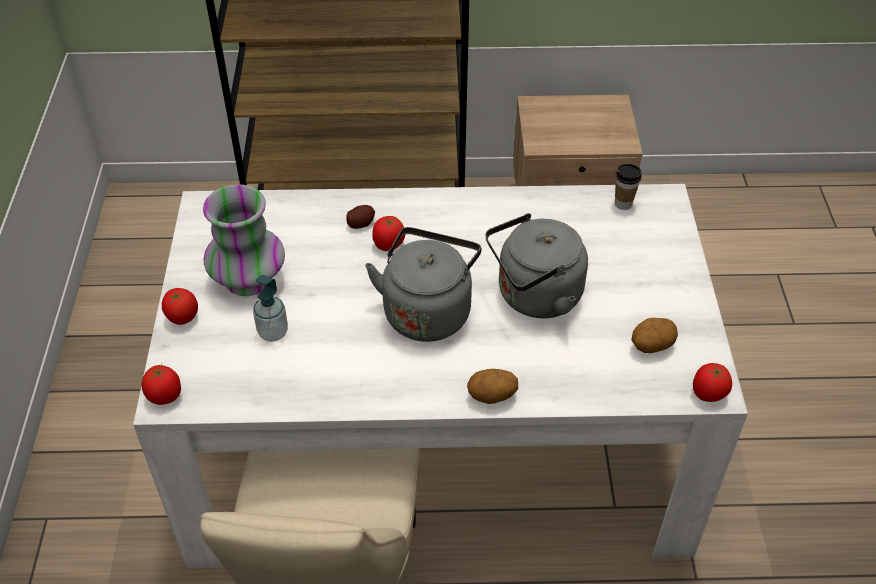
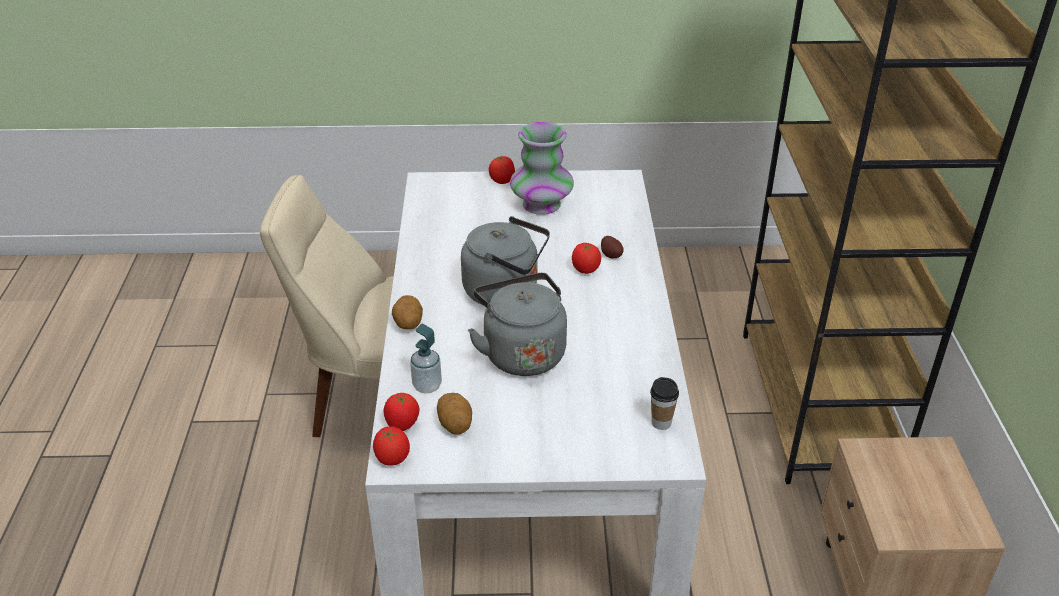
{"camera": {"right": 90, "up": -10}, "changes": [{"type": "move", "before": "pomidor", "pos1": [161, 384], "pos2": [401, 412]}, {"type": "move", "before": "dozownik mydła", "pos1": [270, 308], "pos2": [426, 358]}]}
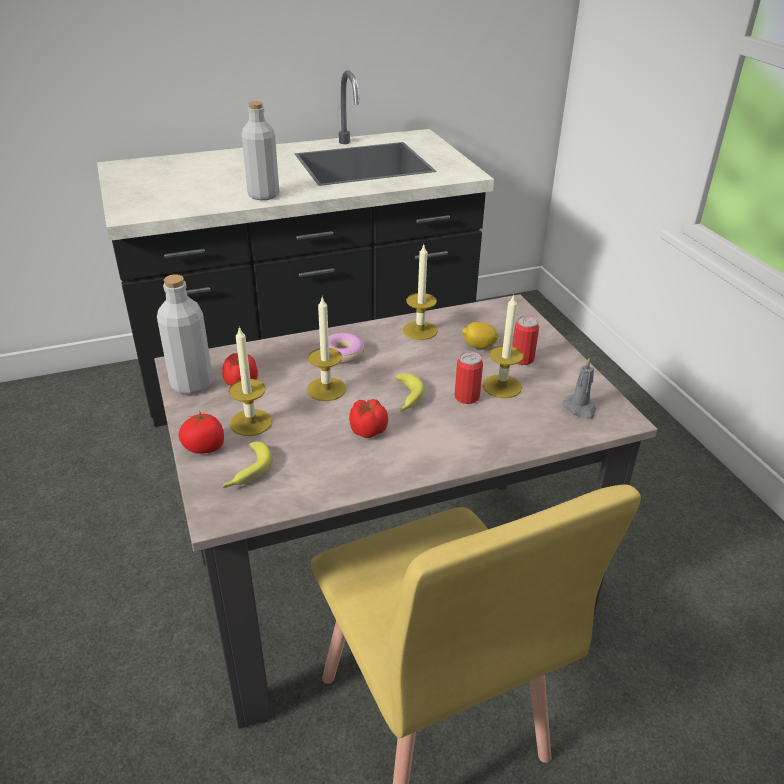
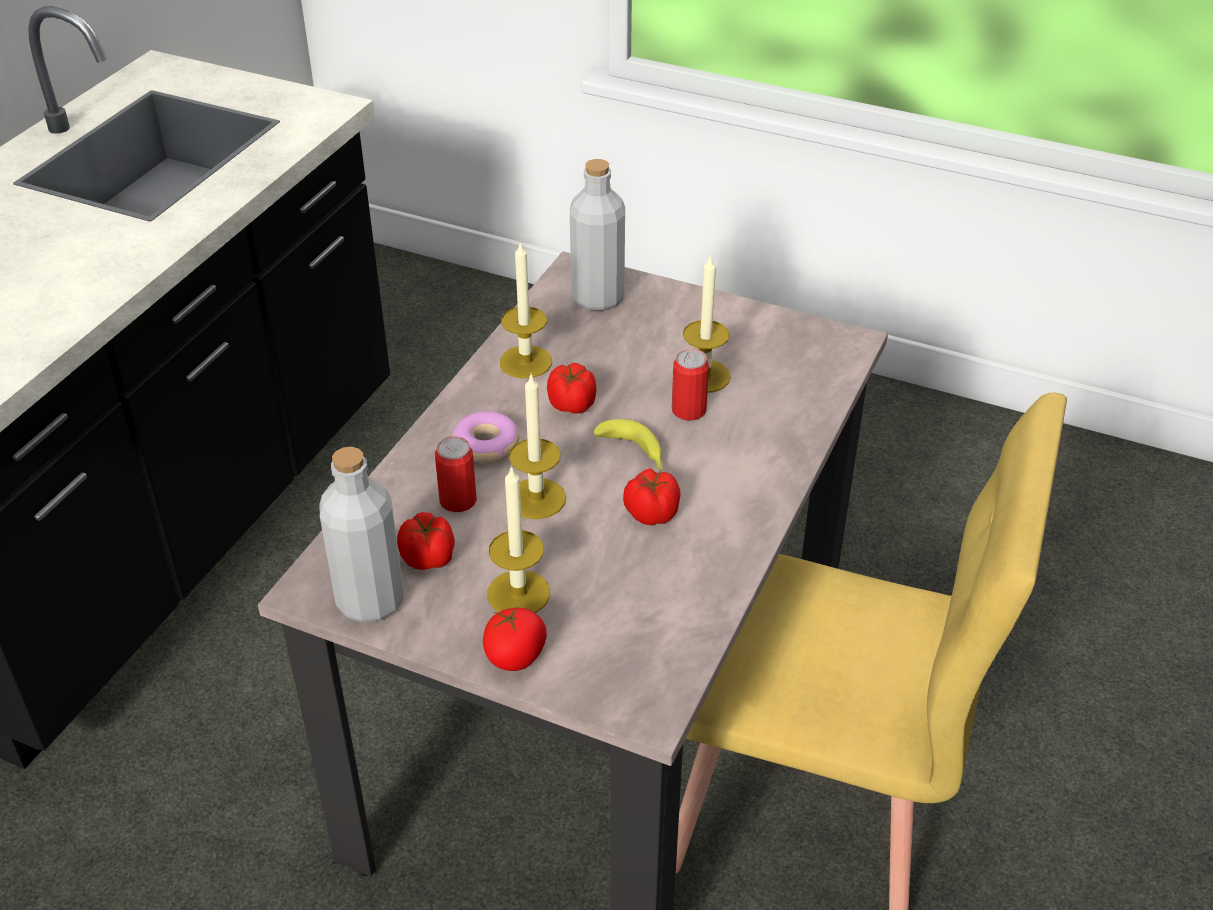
{"camera": {"right": -45, "up": 5}, "changes": [{"type": "delete", "before": "banan", "pos1": [247, 464]}, {"type": "delete", "before": "cytryna", "pos1": [480, 335]}, {"type": "delete", "before": "świeca (szary)", "pos1": [579, 389]}, {"type": "insert", "after": "pomidor", "pos2": [572, 388]}, {"type": "move", "before": "butelka (szary)", "pos1": [260, 150], "pos2": [597, 235]}, {"type": "move", "before": "puszka", "pos1": [525, 340], "pos2": [456, 474]}]}
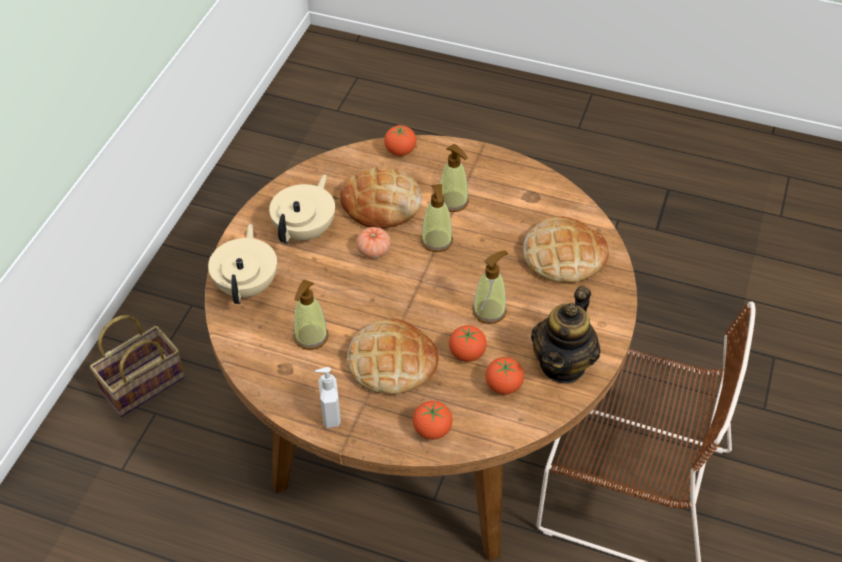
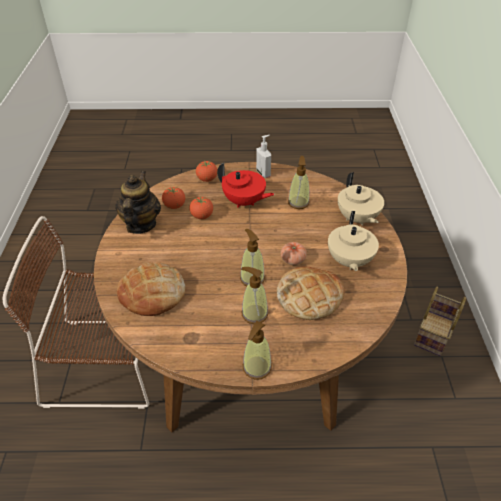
{"camera": {"right": 160, "up": -5}, "changes": [{"type": "delete", "before": "pomidor", "pos1": [400, 140]}, {"type": "move", "before": "dozownik mydła", "pos1": [490, 287], "pos2": [257, 350]}, {"type": "replace", "before": "chleb", "after": "imbryk (czerwony)", "pos1": [392, 356], "pos2": [245, 185]}]}
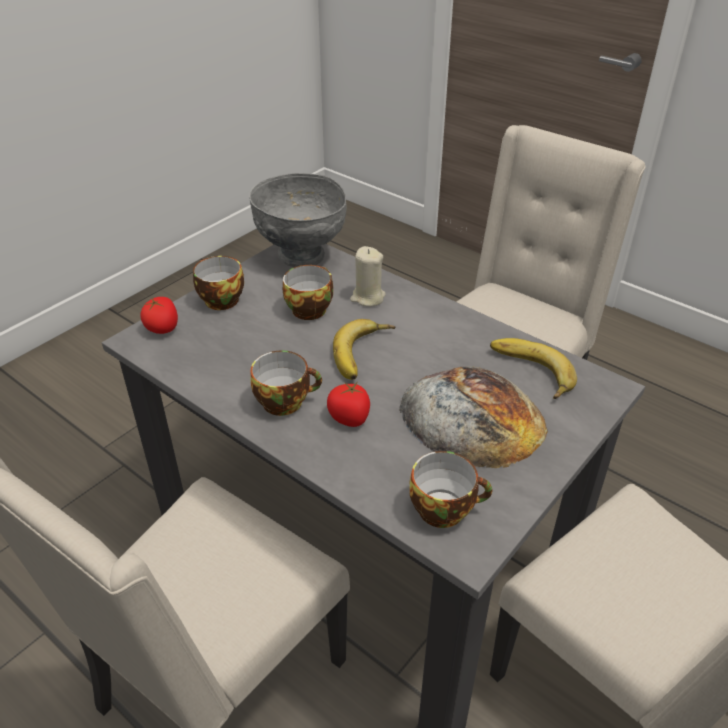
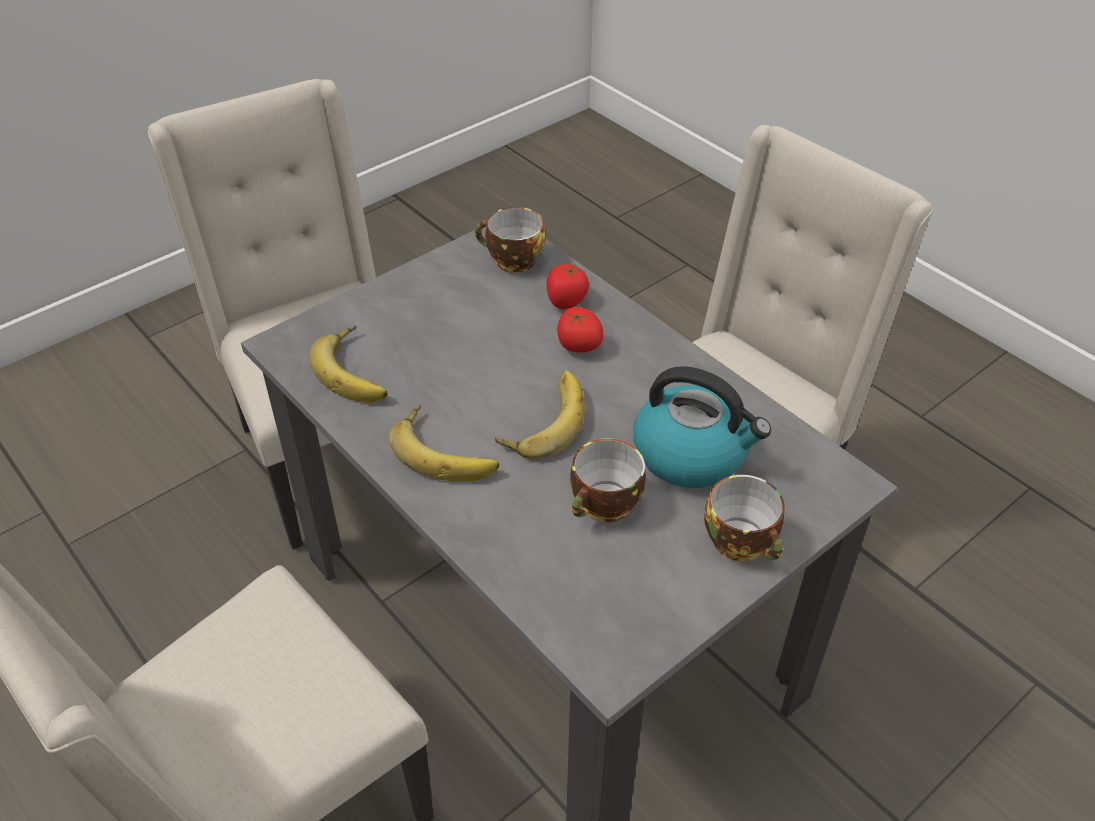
{"camera": {"right": -170, "up": 5}, "changes": [{"type": "delete", "before": "miska (szary)", "pos1": [298, 220]}, {"type": "delete", "before": "filiżanka", "pos1": [286, 383]}, {"type": "delete", "before": "świeca (beżowy)", "pos1": [368, 276]}, {"type": "delete", "before": "chleb", "pos1": [473, 417]}, {"type": "insert", "after": "banan", "pos2": [444, 443]}, {"type": "insert", "after": "czajnik", "pos2": [702, 427]}, {"type": "move", "before": "pomidor", "pos1": [159, 315], "pos2": [568, 286]}]}
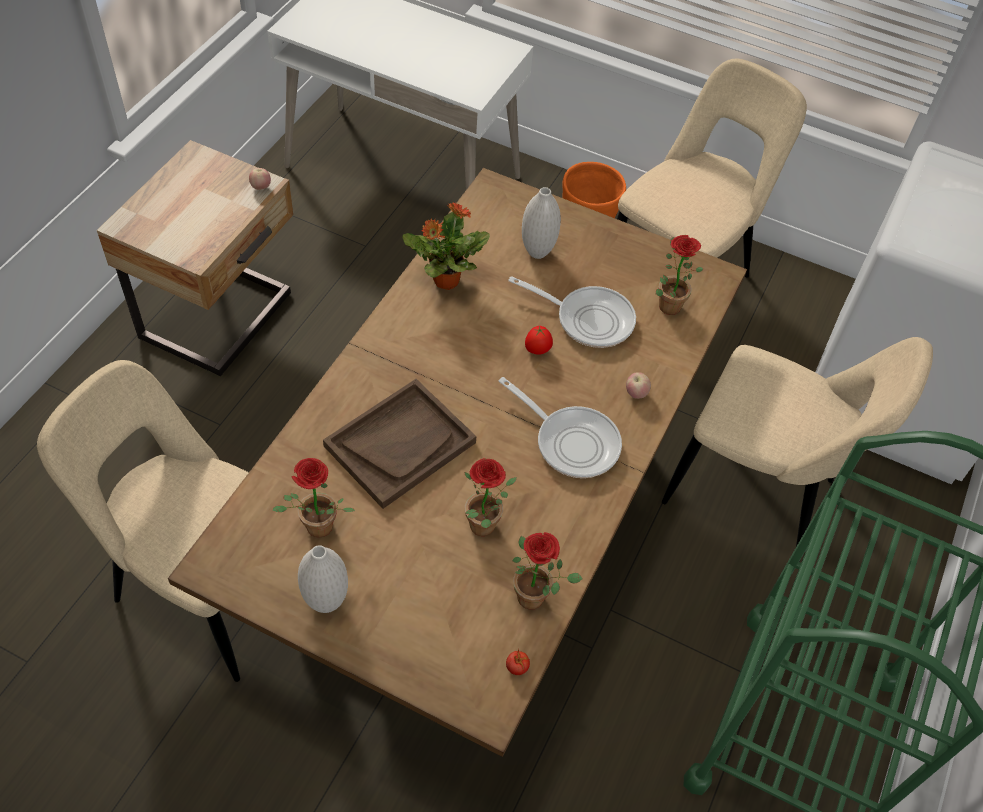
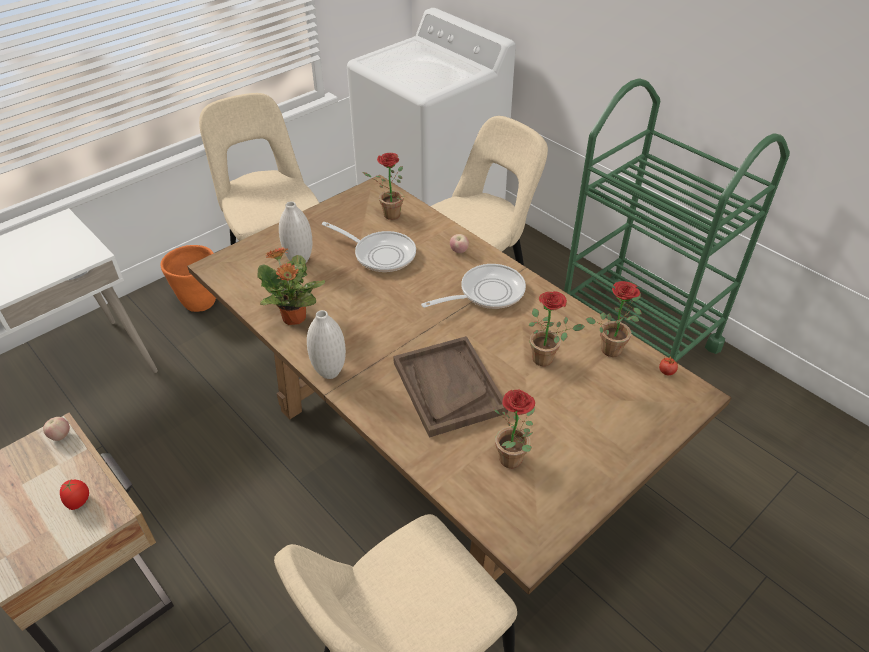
{"camera": {"right": -65, "up": -10}, "changes": [{"type": "move", "before": "wazon (biały)", "pos1": [323, 579], "pos2": [326, 344]}, {"type": "move", "before": "pomidor", "pos1": [539, 340], "pos2": [74, 495]}, {"type": "rotate", "before": "patelnia", "pos1": [572, 312], "pos2": [369, 247], "turn": 75}]}
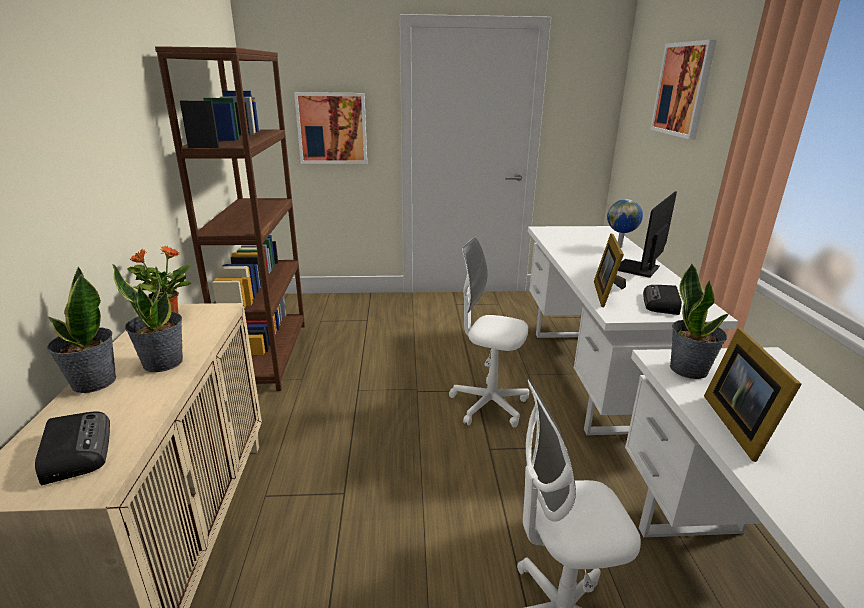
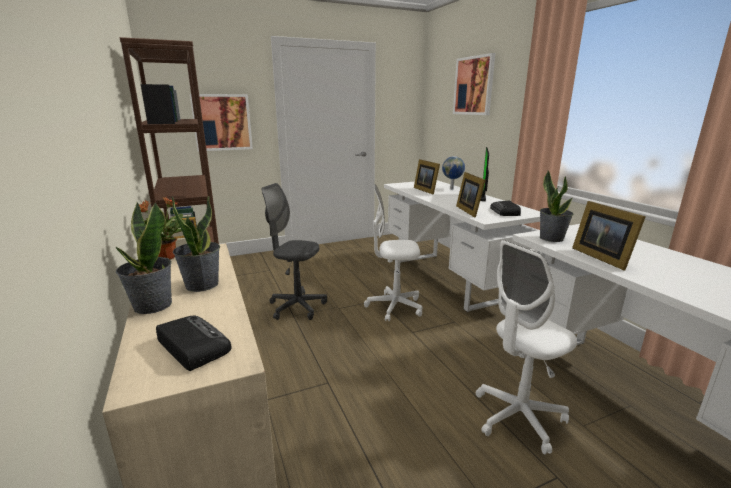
{"camera": {"right": -20, "up": -5}, "changes": [{"type": "insert", "after": "krzesło biurowe (szary)", "pos2": [294, 251]}, {"type": "insert", "after": "ramka na zdjęcie", "pos2": [427, 177]}]}
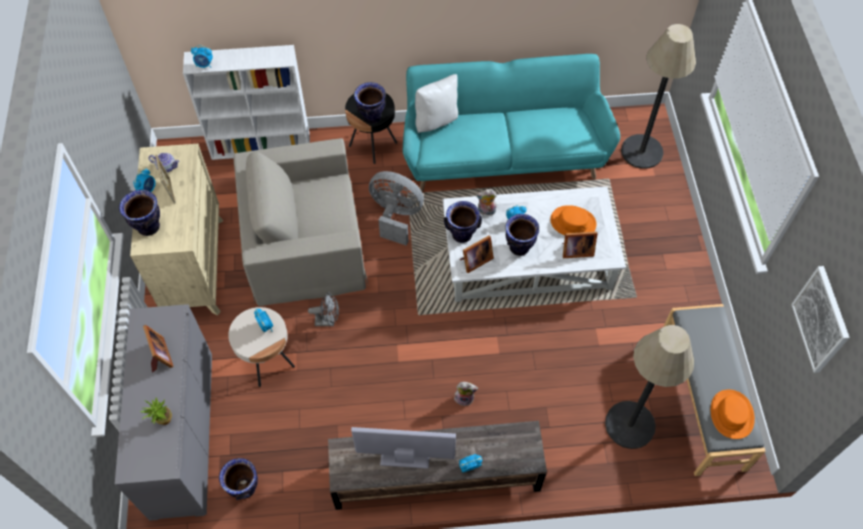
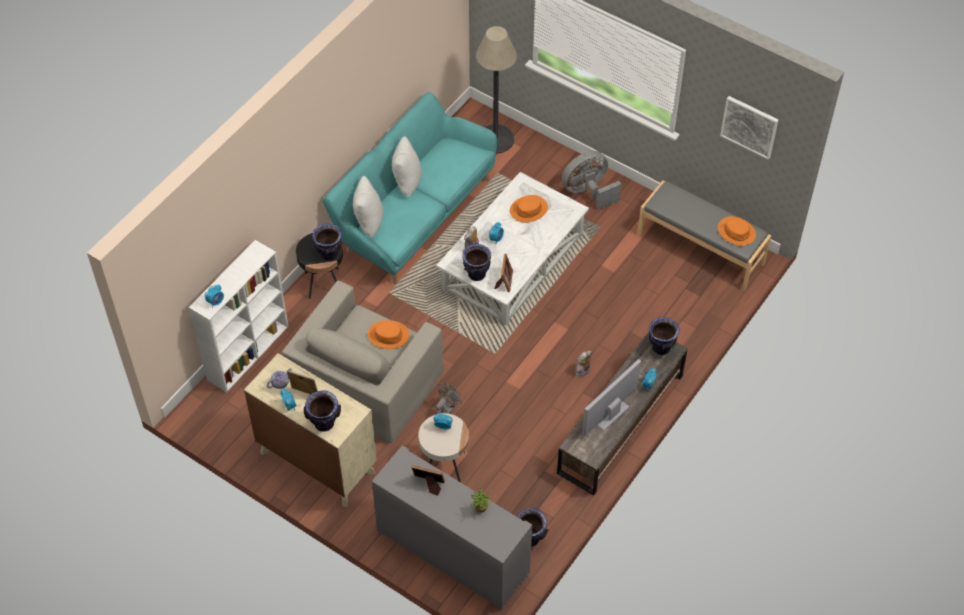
{"camera": {"right": -50, "up": -5}, "changes": [{"type": "delete", "before": "ramka na zdjęcie", "pos1": [579, 245]}, {"type": "delete", "before": "lampa stojąca", "pos1": [649, 387]}, {"type": "insert", "after": "kapelusz (pomarańczowy)", "pos2": [389, 334]}, {"type": "insert", "after": "poduszka (biały)", "pos2": [407, 166]}, {"type": "move", "before": "wentylator (szary)", "pos1": [396, 208], "pos2": [592, 180]}, {"type": "move", "before": "wazon", "pos1": [522, 235], "pos2": [664, 336]}]}
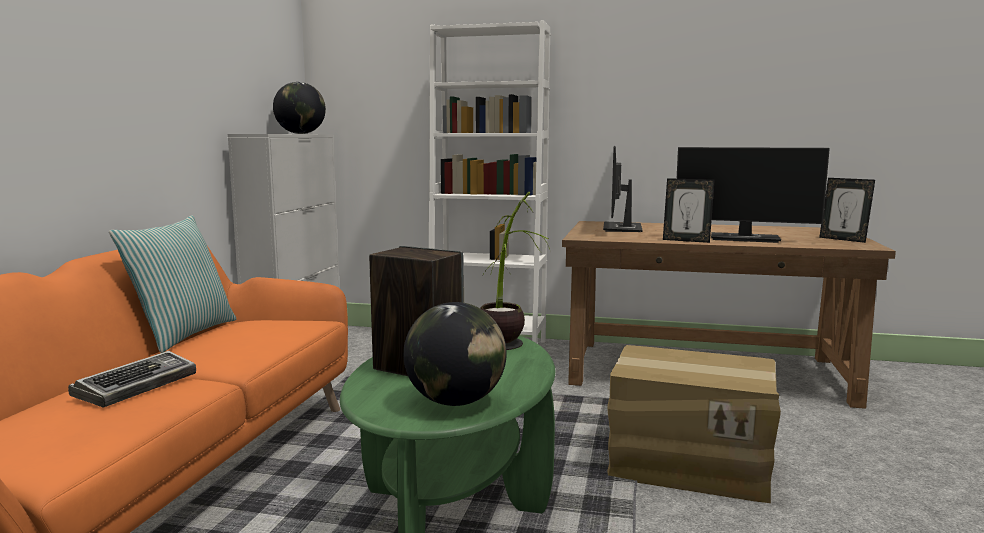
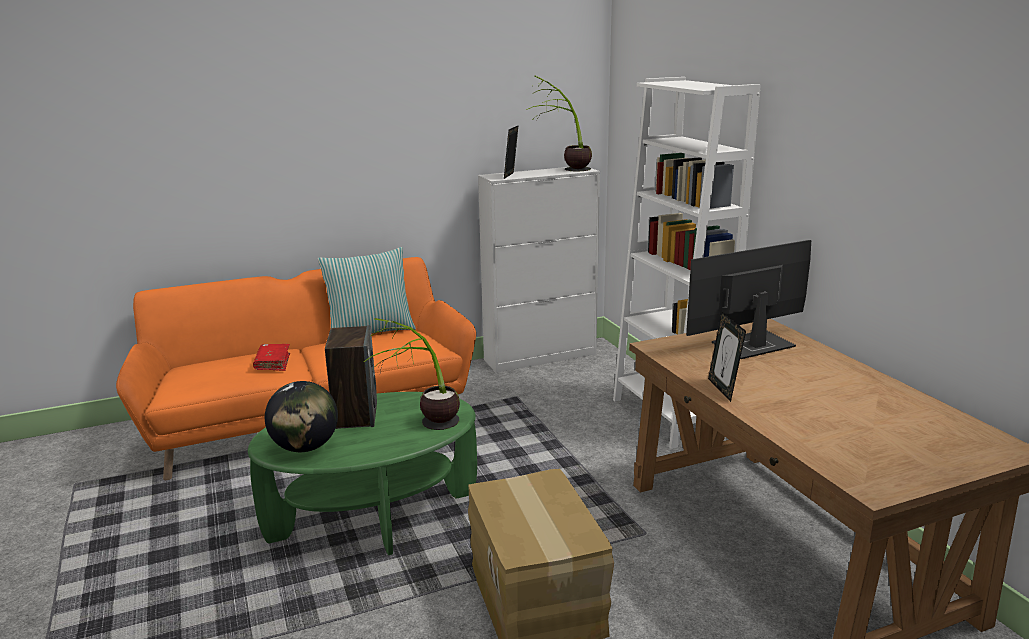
{"camera": {"right": 55, "up": 10}, "changes": [{"type": "delete", "before": "monitor", "pos1": [753, 195]}, {"type": "move", "before": "ramka na zdjęcie", "pos1": [847, 210], "pos2": [511, 152]}, {"type": "replace", "before": "klawiatura", "after": "książka (czerwony)", "pos1": [132, 379], "pos2": [271, 357]}, {"type": "replace", "before": "globus", "after": "roślina doniczkowa", "pos1": [299, 108], "pos2": [559, 123]}]}
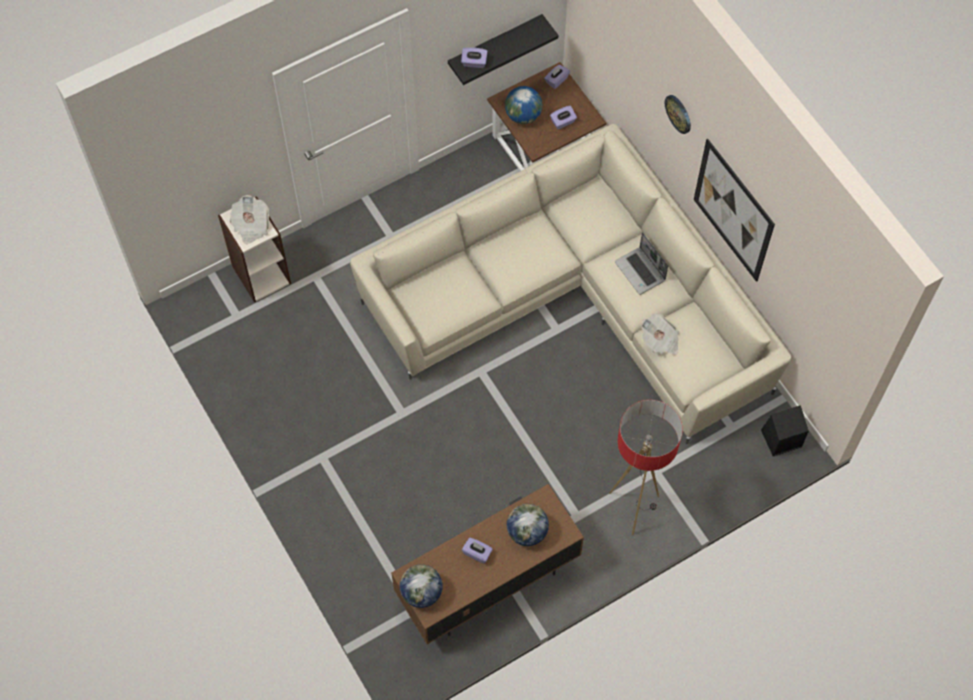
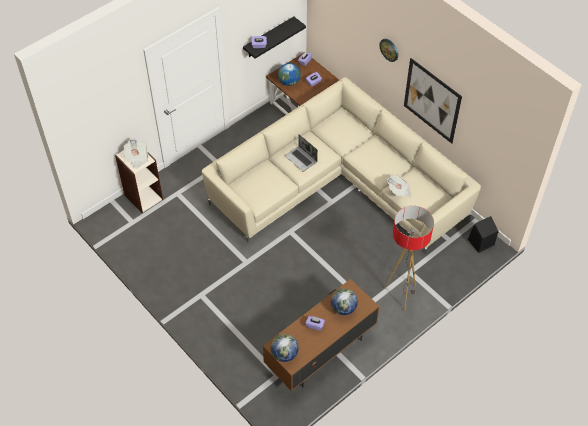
{"camera": {"right": -10, "up": -10}, "changes": [{"type": "move", "before": "laptop", "pos1": [641, 263], "pos2": [301, 153]}]}
